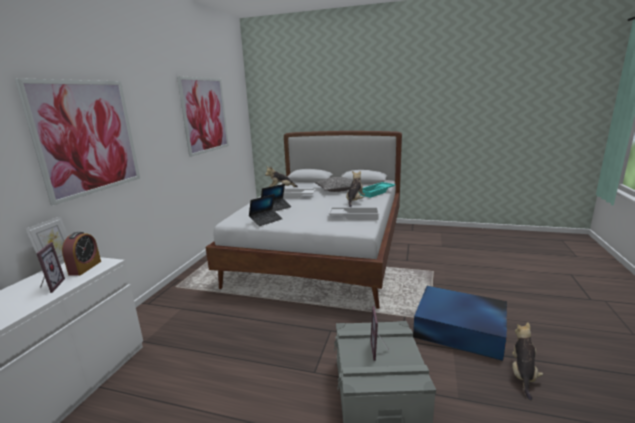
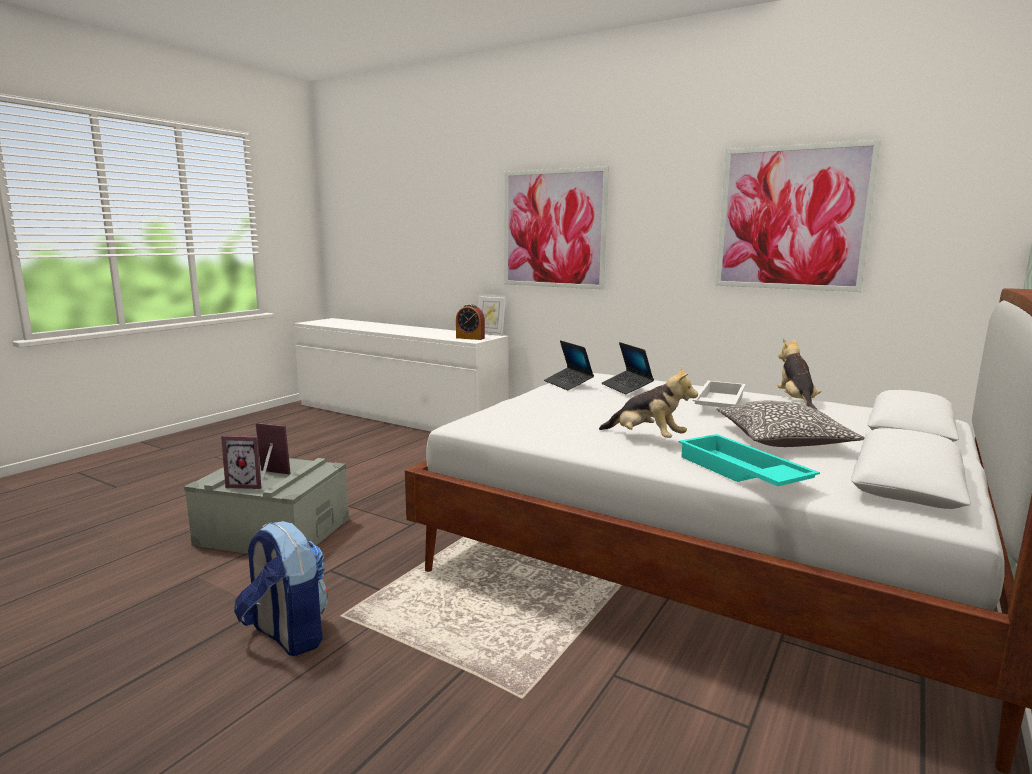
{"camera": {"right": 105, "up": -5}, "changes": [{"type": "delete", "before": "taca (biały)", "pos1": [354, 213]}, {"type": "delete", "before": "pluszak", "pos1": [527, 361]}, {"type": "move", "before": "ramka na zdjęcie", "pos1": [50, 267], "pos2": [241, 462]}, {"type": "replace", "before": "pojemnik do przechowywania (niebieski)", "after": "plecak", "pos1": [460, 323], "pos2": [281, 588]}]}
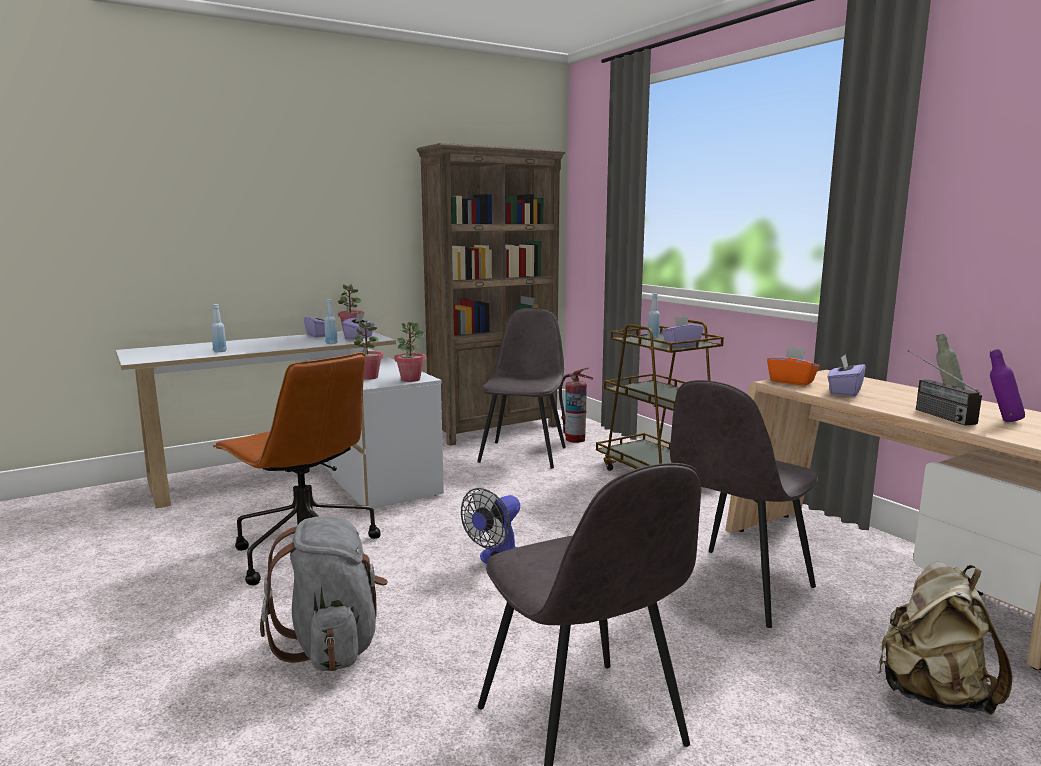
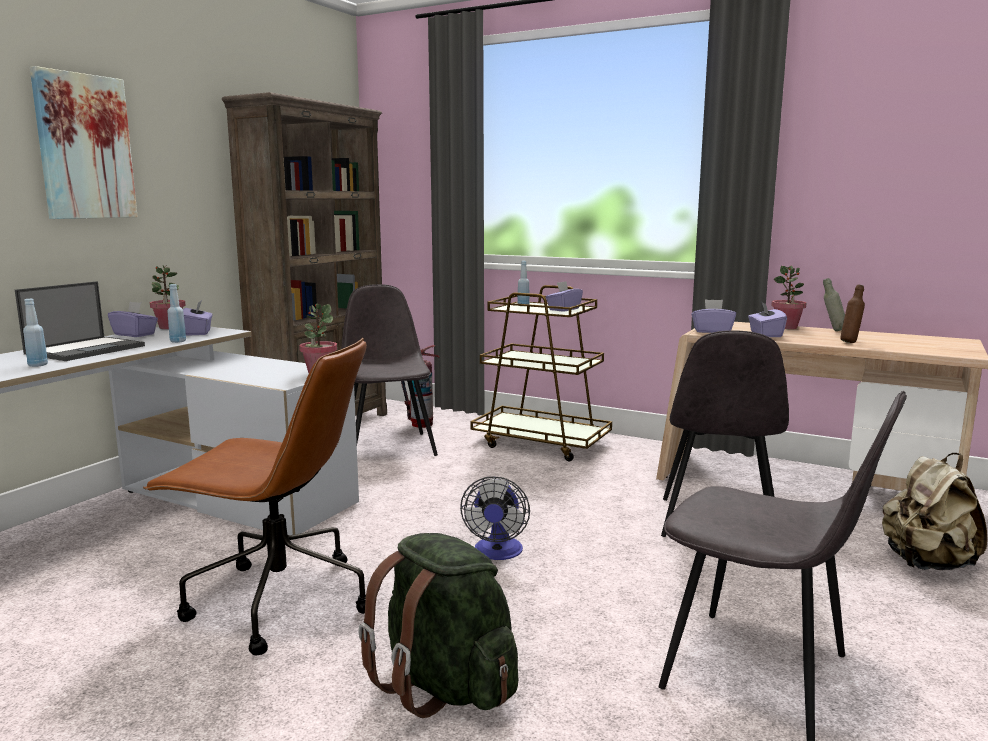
{"camera": {"right": -30, "up": 0}, "changes": [{"type": "delete", "before": "butelka (fioletowy)", "pos1": [1007, 385]}, {"type": "insert", "after": "laptop", "pos2": [80, 321]}, {"type": "insert", "after": "obraz", "pos2": [84, 142]}, {"type": "move", "before": "roślina doniczkowa", "pos1": [368, 350], "pos2": [788, 297]}, {"type": "replace", "before": "radio", "after": "butelka (brązowy)", "pos1": [945, 387], "pos2": [852, 314]}, {"type": "recolor", "before": "plecak (szary)", "after": "plecak (zielony)", "pos1": [324, 593], "pos2": [438, 625]}, {"type": "recolor", "before": "pudełko chusteczek (pomarańczowy)", "after": "pudełko chusteczek (fioletowy)", "pos1": [793, 366], "pos2": [714, 316]}]}
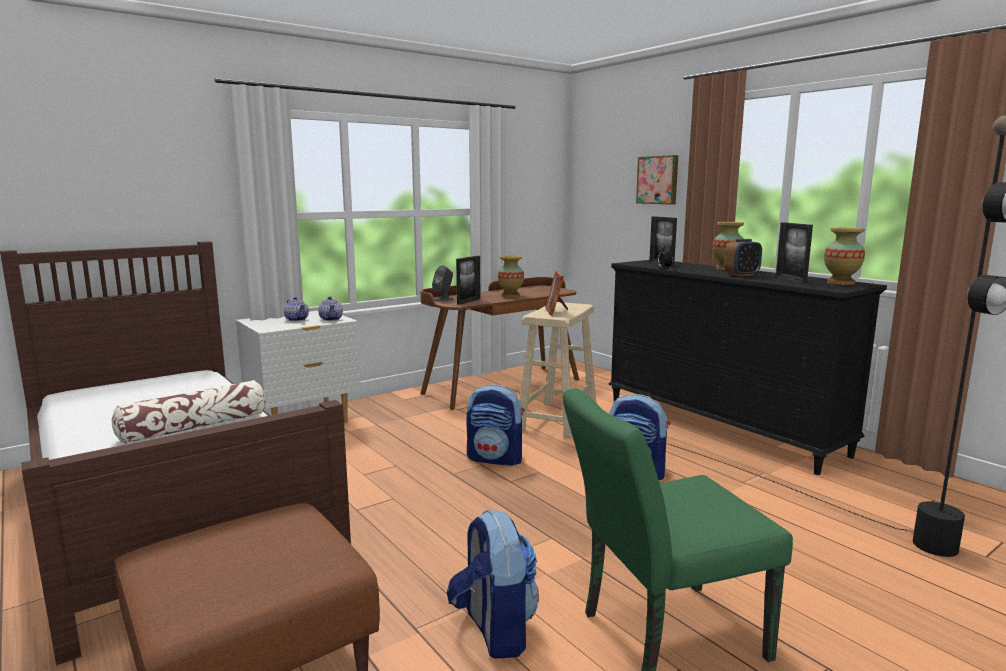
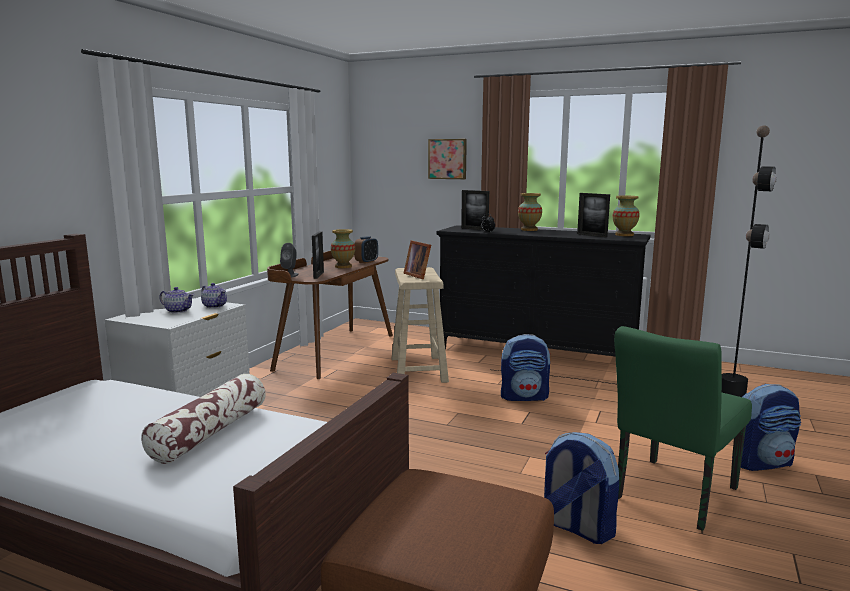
{"camera": {"right": -30, "up": 0}, "changes": [{"type": "move", "before": "plecak", "pos1": [495, 425], "pos2": [766, 427]}, {"type": "move", "before": "budzik", "pos1": [743, 258], "pos2": [366, 250]}]}
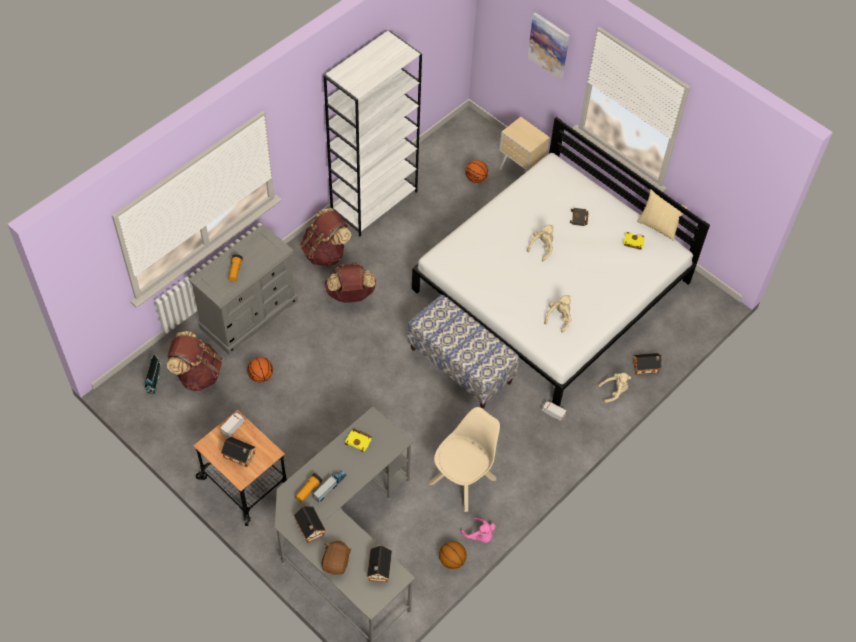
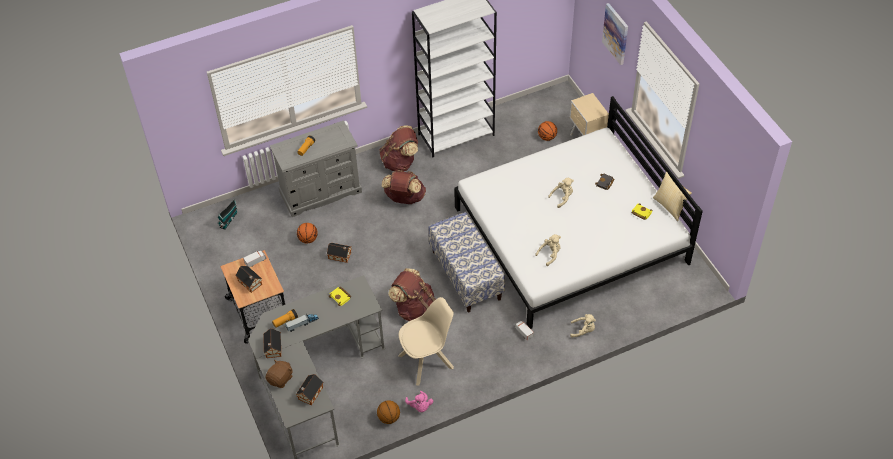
{"camera": {"right": 25, "up": -5}, "changes": [{"type": "move", "before": "plecak (brązowy)", "pos1": [194, 361], "pos2": [412, 294]}, {"type": "move", "before": "domek", "pos1": [647, 364], "pos2": [339, 253]}]}
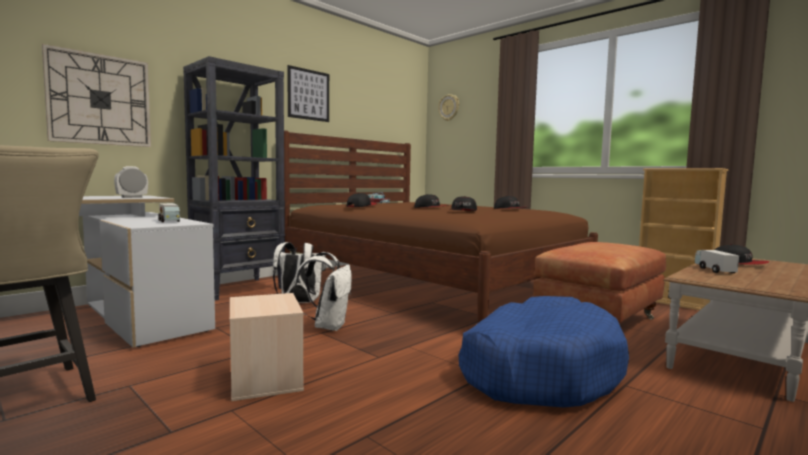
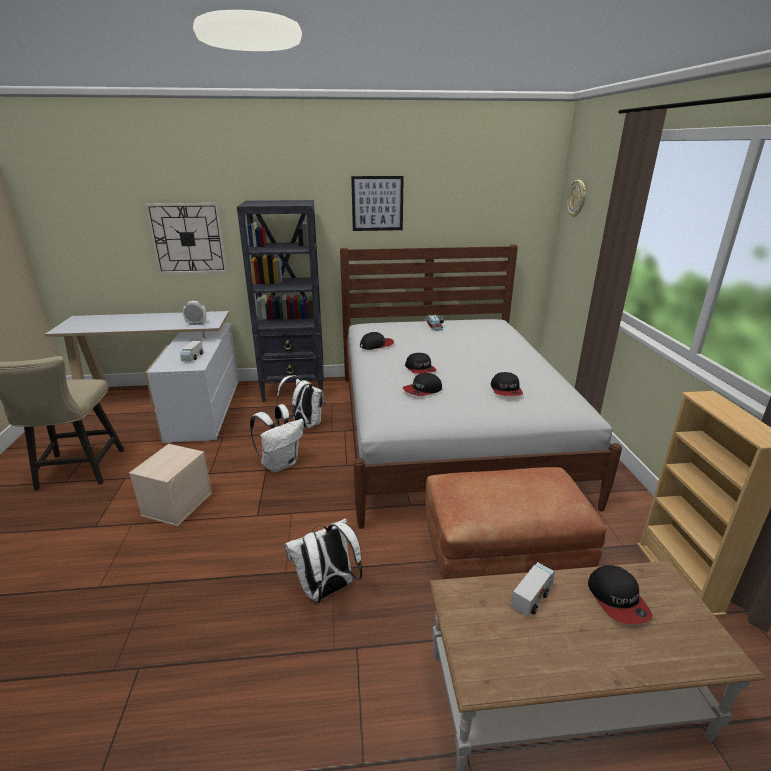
{"camera": {"right": 40, "up": 20}, "changes": [{"type": "replace", "before": "legowisko (niebieski)", "after": "plecak (biały)", "pos1": [543, 351], "pos2": [323, 560]}, {"type": "recolor", "before": "łóżko (brązowy)", "after": "łóżko (biały)", "pos1": [441, 226], "pos2": [481, 386]}]}
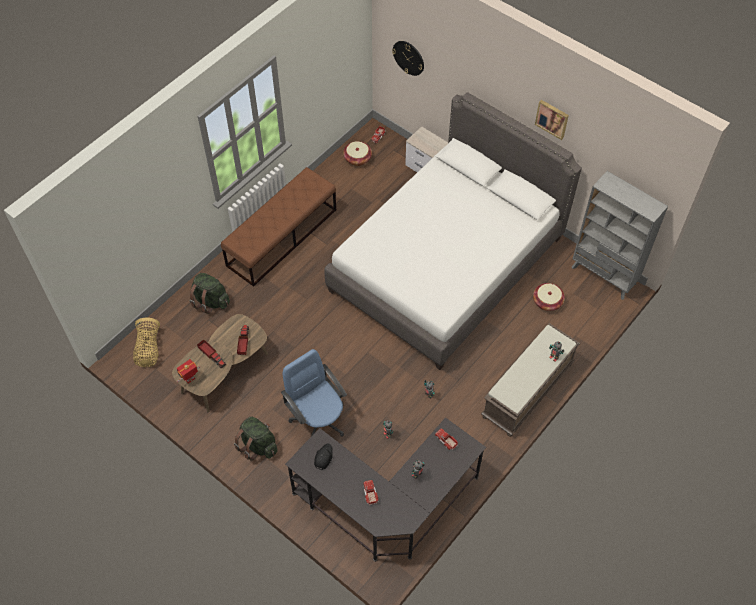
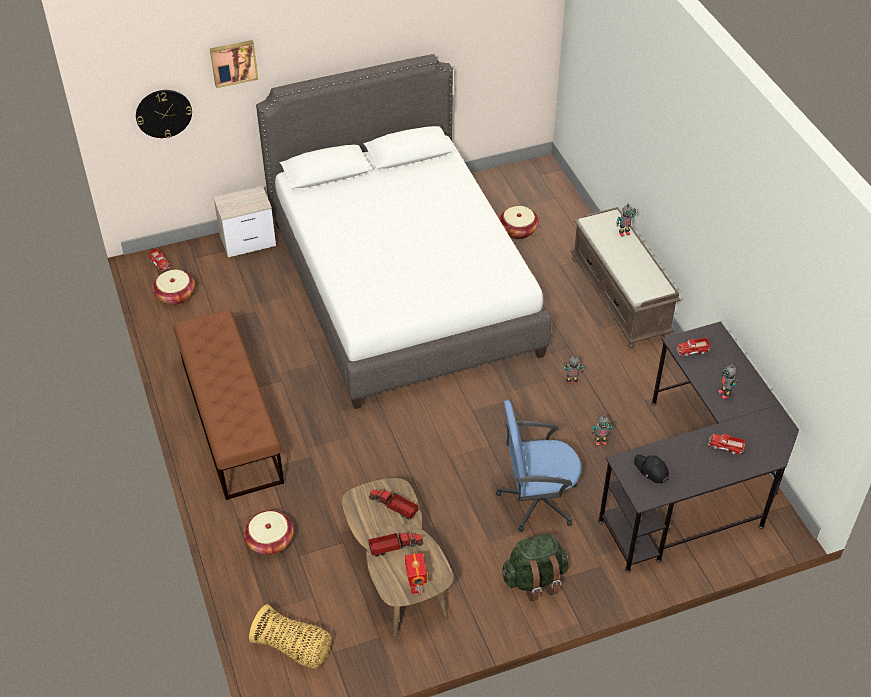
{"camera": {"right": -60, "up": -10}, "changes": [{"type": "delete", "before": "regał (szary)", "pos1": [620, 235]}, {"type": "move", "before": "obraz", "pos1": [552, 120], "pos2": [234, 64]}, {"type": "replace", "before": "plecak (zielony)", "after": "koszyk", "pos1": [210, 293], "pos2": [269, 532]}]}
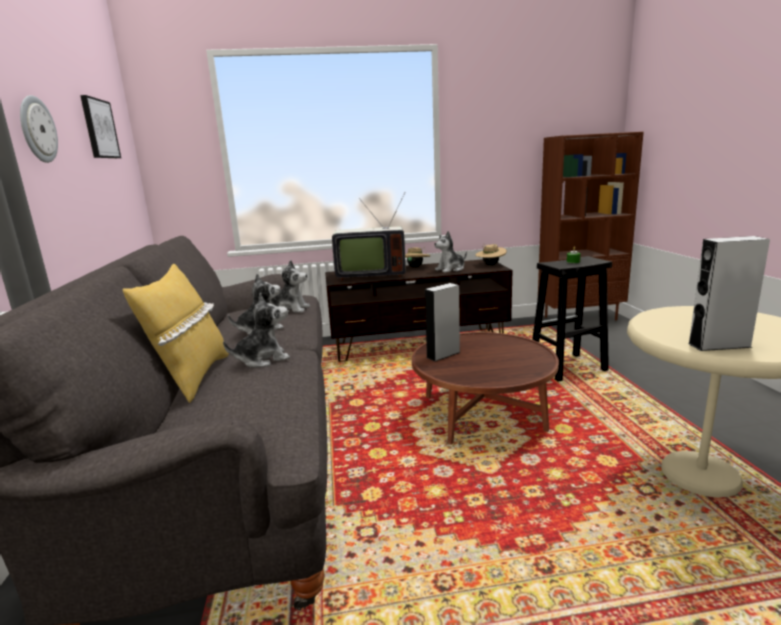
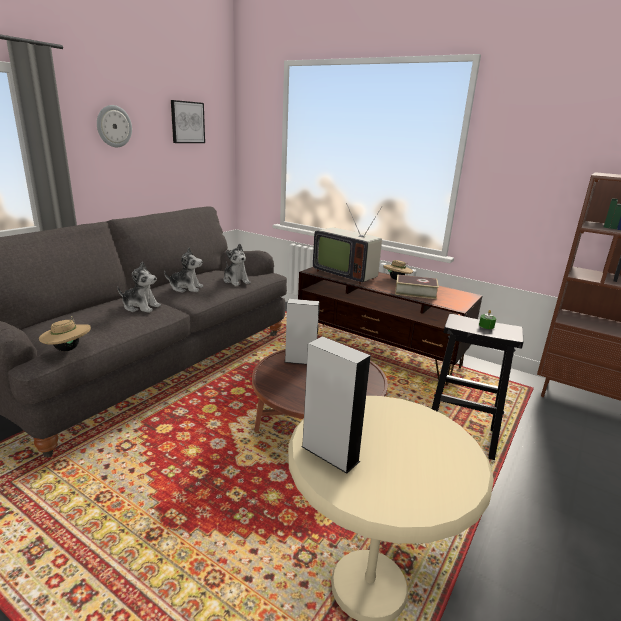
{"camera": {"right": 40, "up": 5}, "changes": [{"type": "delete", "before": "poduszka (żółty)", "pos1": [176, 333]}, {"type": "move", "before": "kapelusz (beżowy)", "pos1": [491, 254], "pos2": [65, 333]}, {"type": "replace", "before": "pluszak", "after": "książka", "pos1": [450, 252], "pos2": [417, 286]}]}
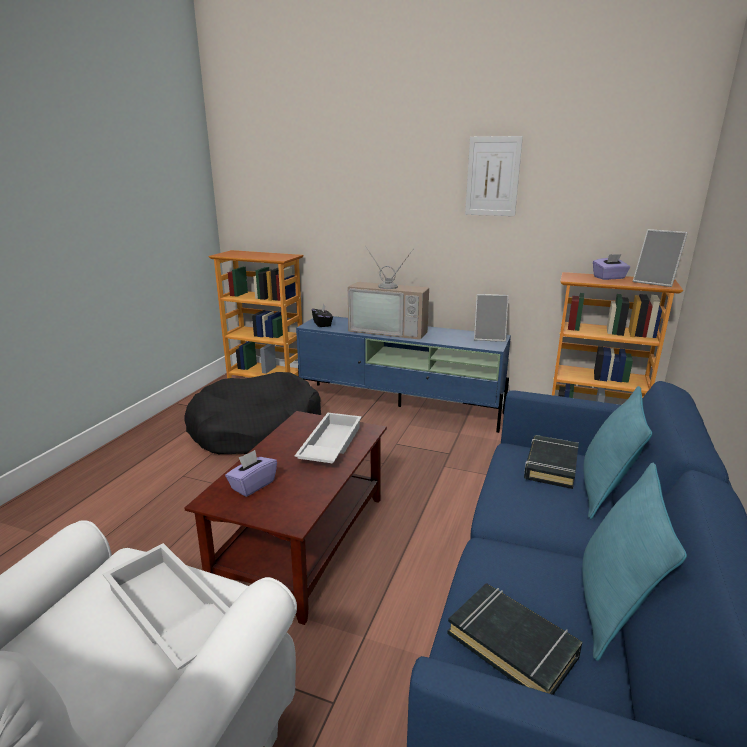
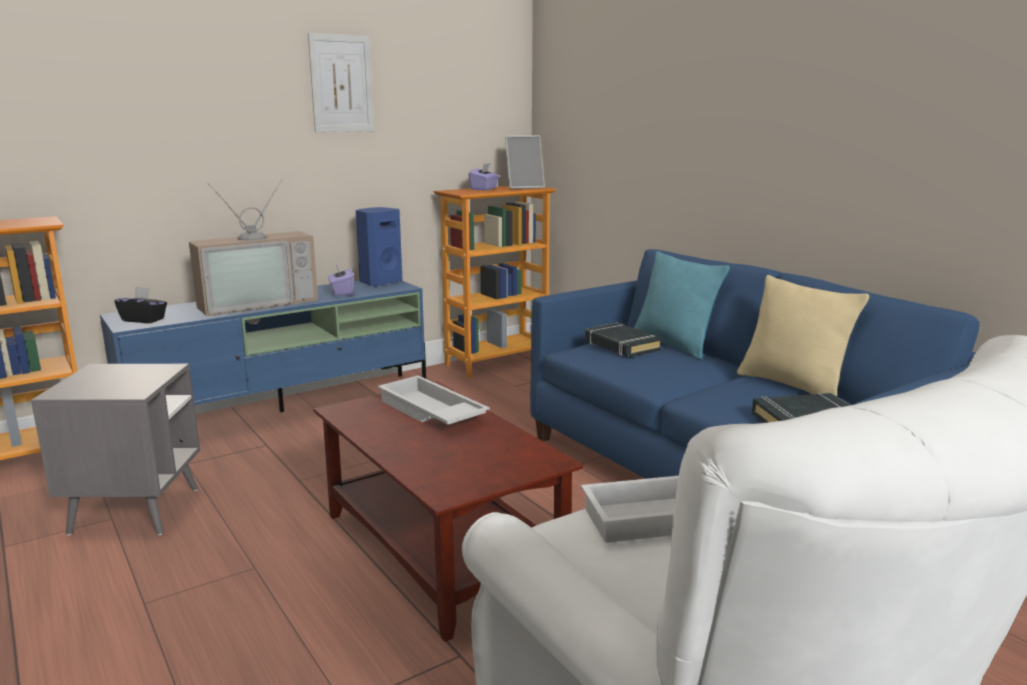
{"camera": {"right": -55, "up": -5}, "changes": [{"type": "move", "before": "pudełko chusteczek (fioletowy)", "pos1": [251, 473], "pos2": [341, 280]}, {"type": "replace", "before": "legowisko (czarny)", "after": "stolik (szary)", "pos1": [253, 413], "pos2": [115, 450]}, {"type": "replace", "before": "ramka na zdjęcie", "after": "głośnik (niebieski)", "pos1": [491, 318], "pos2": [379, 247]}, {"type": "recolor", "before": "poduszka (turkusowy)", "after": "poduszka (beżowy)", "pos1": [634, 562], "pos2": [803, 335]}]}
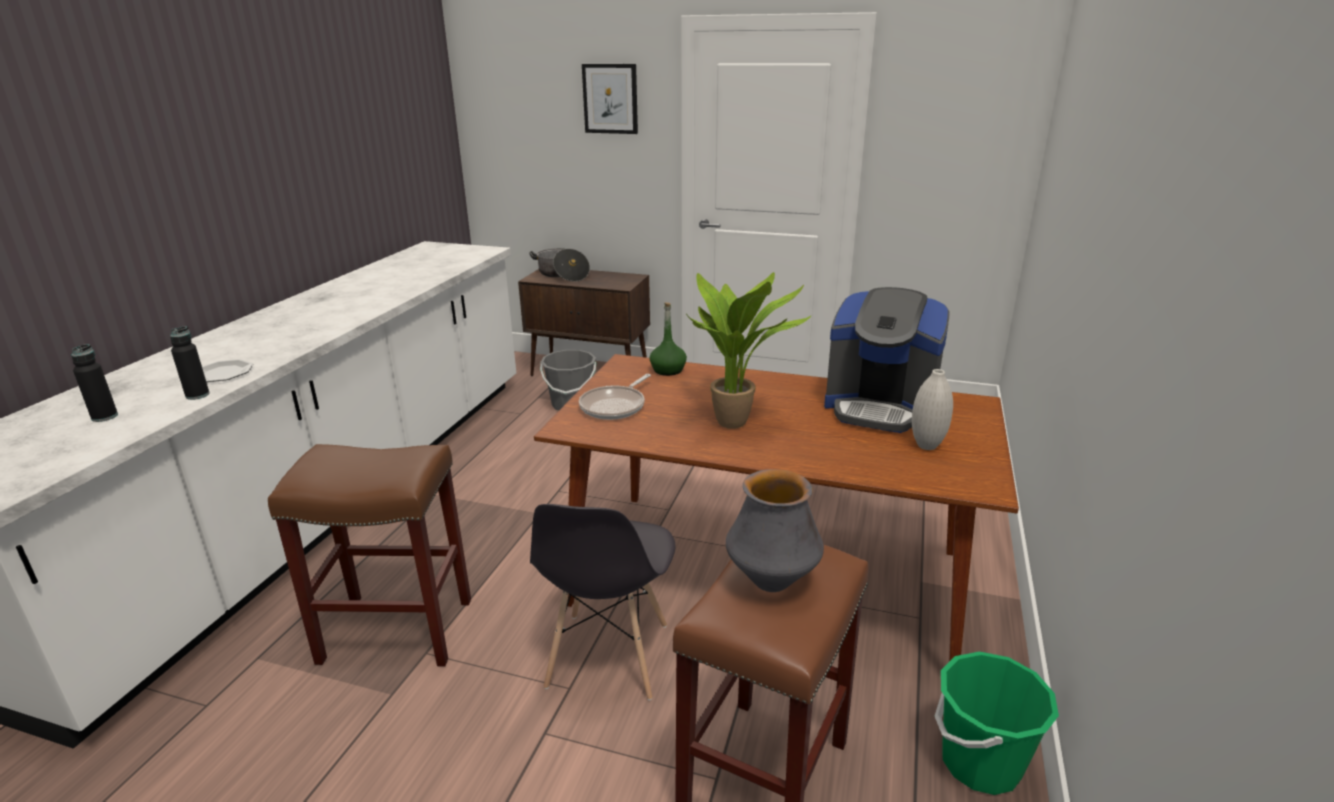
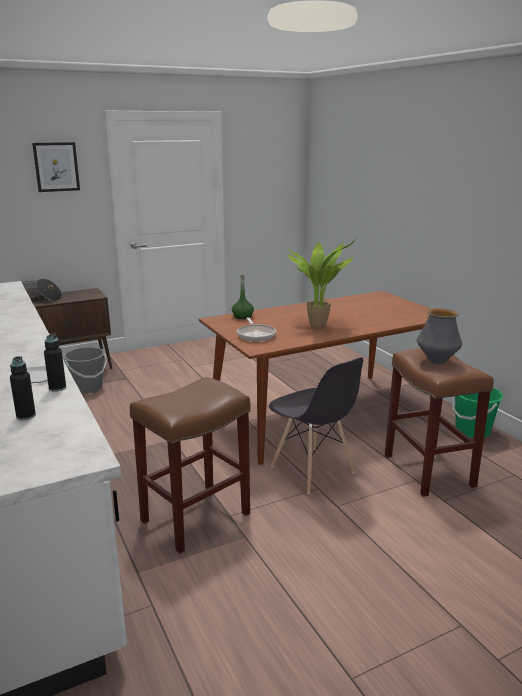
{"camera": {"right": -45, "up": -5}, "changes": [{"type": "delete", "before": "ekspres do kawy", "pos1": [887, 360]}, {"type": "delete", "before": "wazon (biały)", "pos1": [932, 409]}]}
